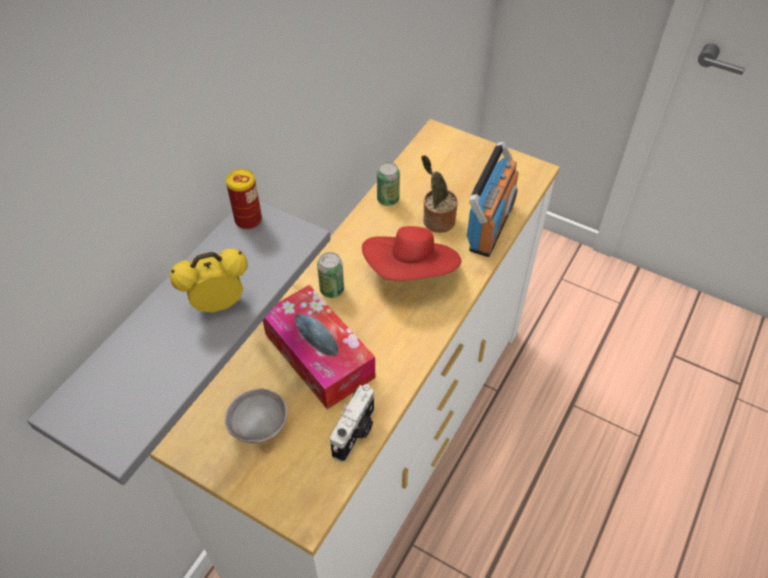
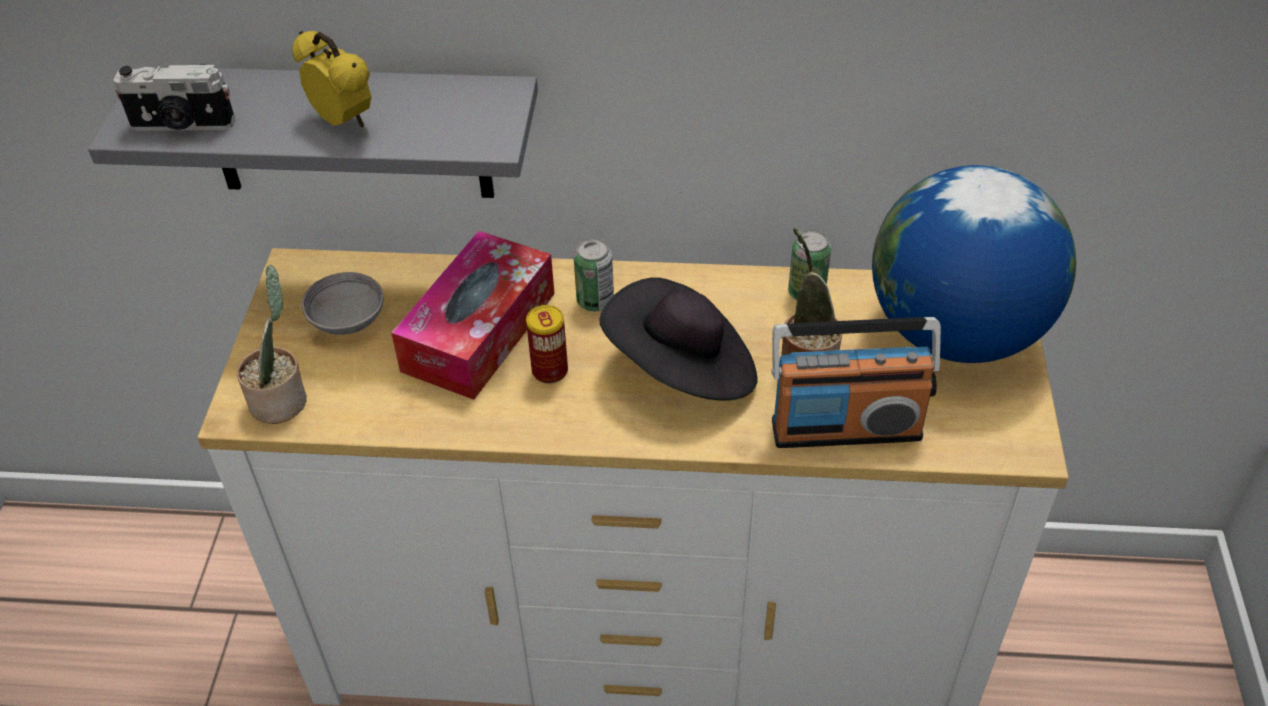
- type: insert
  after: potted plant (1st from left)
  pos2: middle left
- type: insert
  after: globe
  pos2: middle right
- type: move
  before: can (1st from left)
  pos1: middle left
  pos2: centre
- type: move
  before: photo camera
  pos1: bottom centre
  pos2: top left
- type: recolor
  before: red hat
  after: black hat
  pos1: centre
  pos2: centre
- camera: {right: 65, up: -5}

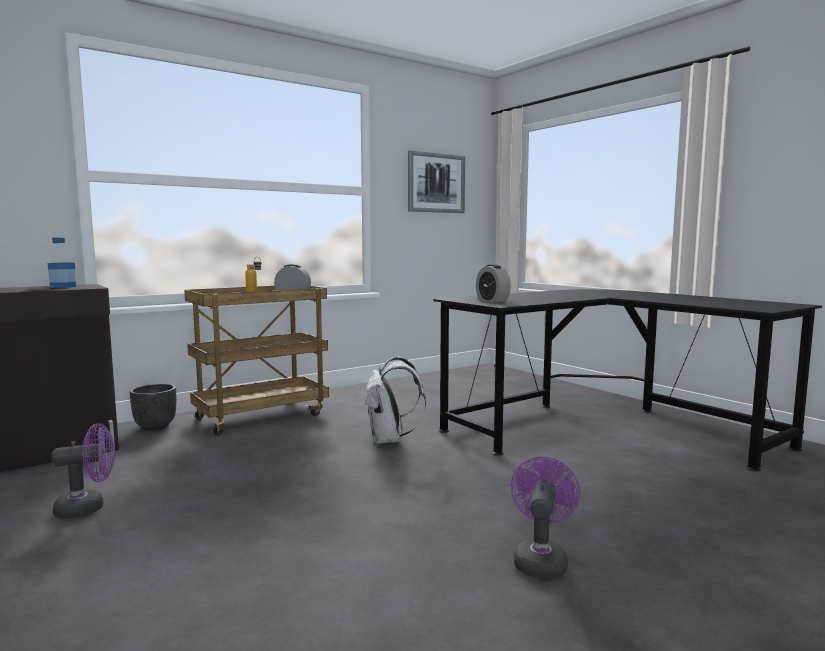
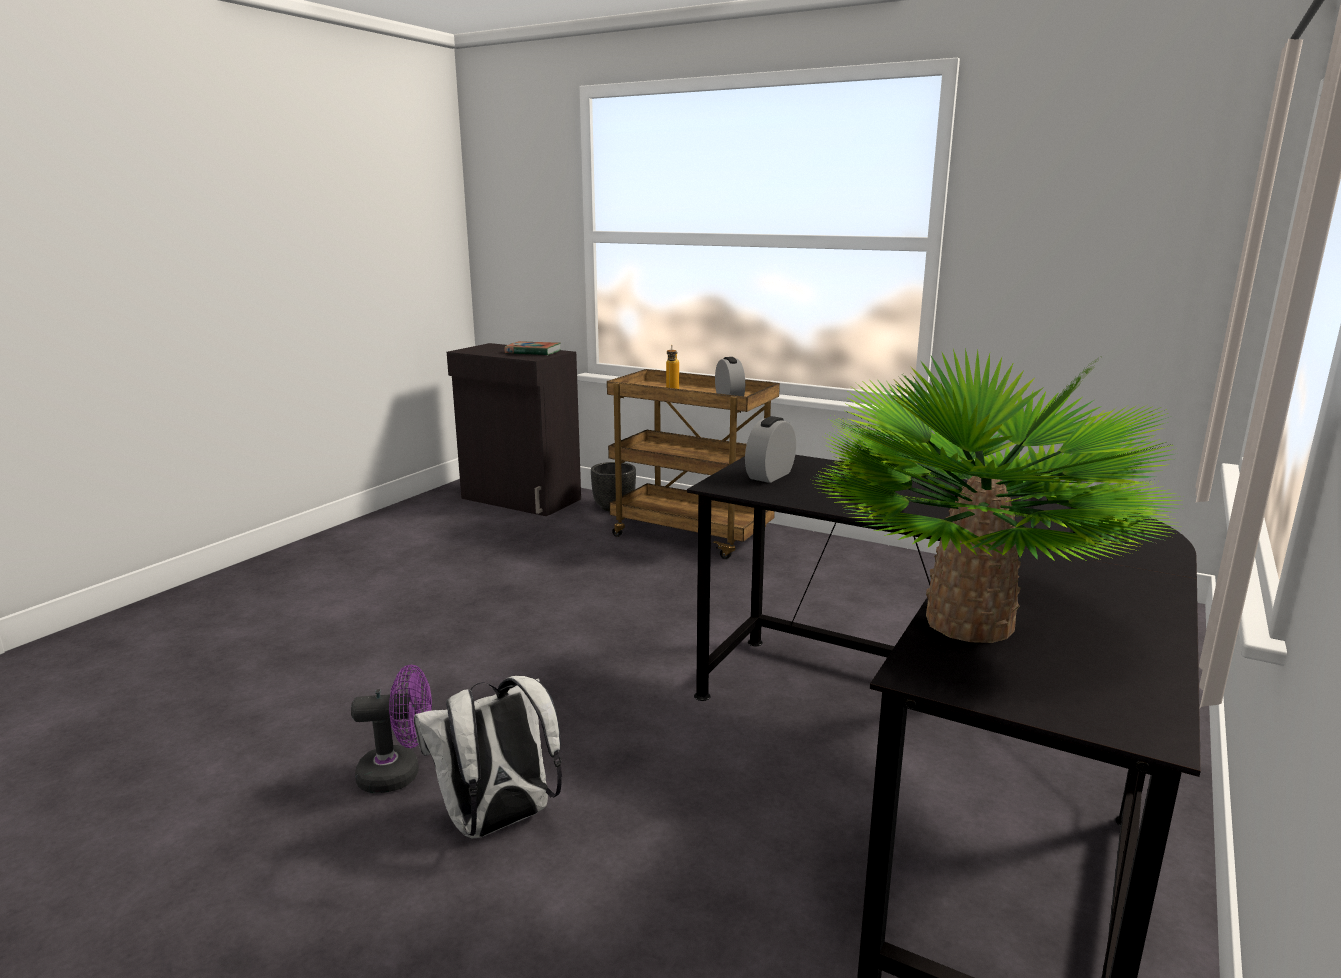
- type: delete
  before: purple fan (1st from left)
  pos1: bottom left
- type: delete
  before: picture
  pos1: top centre
- type: insert
  after: potted plant
  pos2: middle right
- type: move
  before: white backpack
  pos1: centre
  pos2: bottom centre
- type: replace
  before: bottle (1st from left)
  after: book
  pos1: middle left
  pos2: centre
- camera: {right: 65, up: 10}

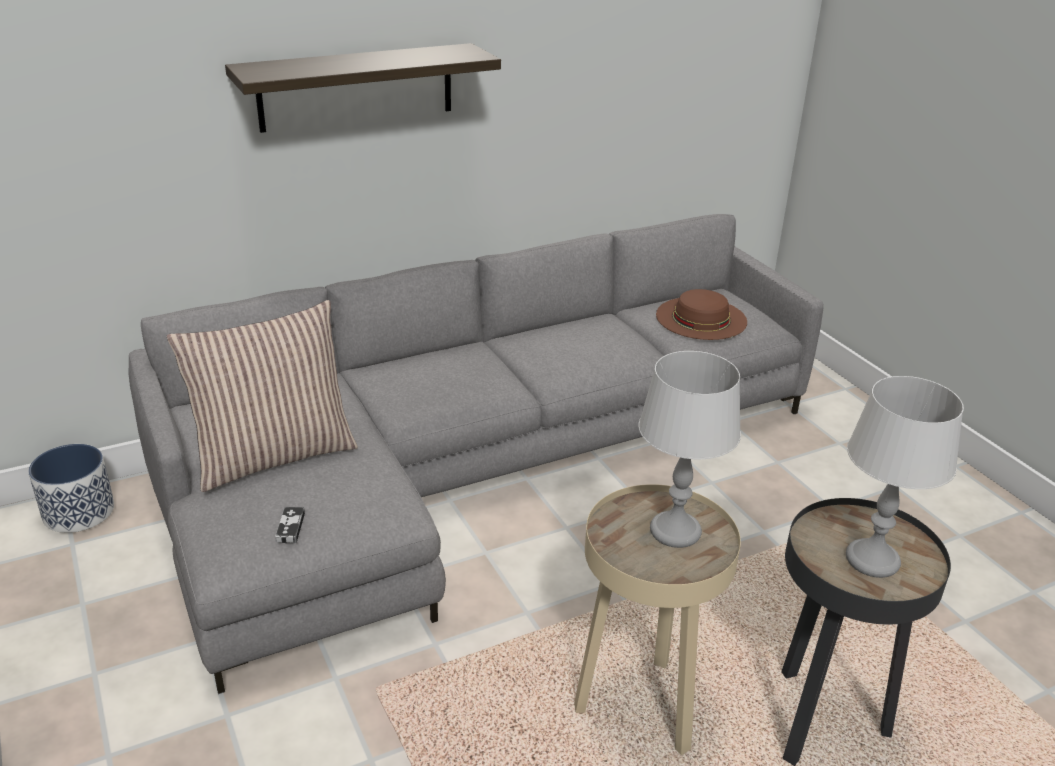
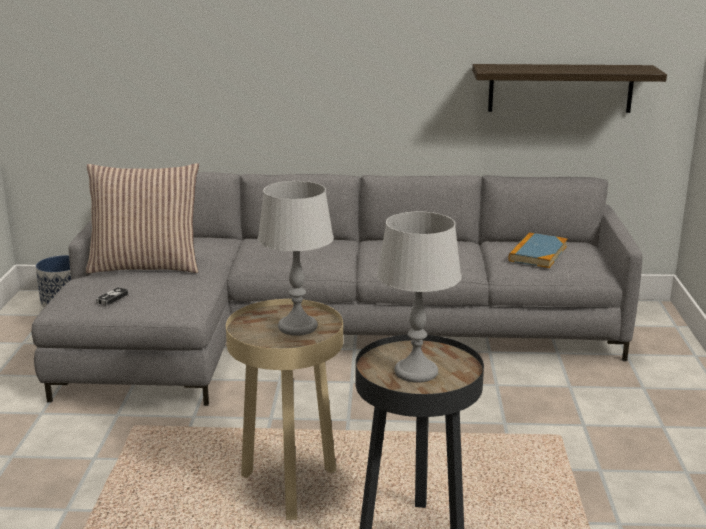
- type: move
  before: shelf
  pos1: top centre
  pos2: top right
- type: replace
  before: brown hat
  after: book
  pos1: centre
  pos2: middle right
- camera: {right: 30, up: -10}

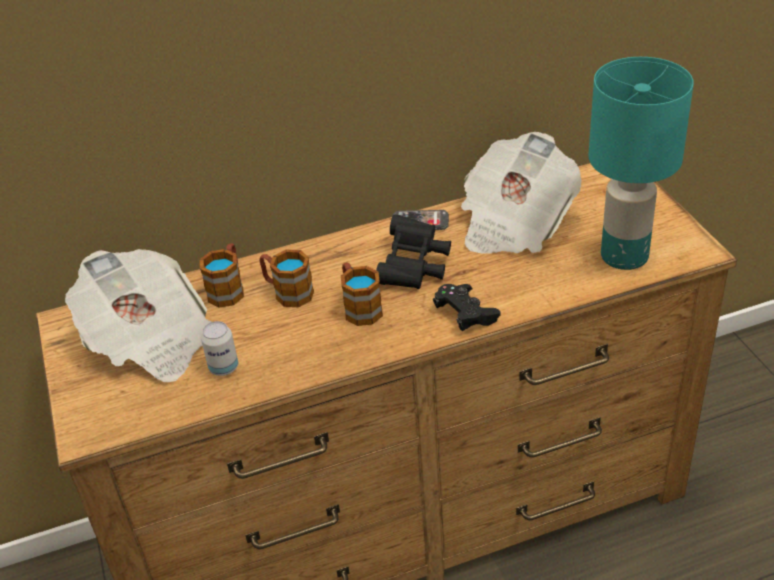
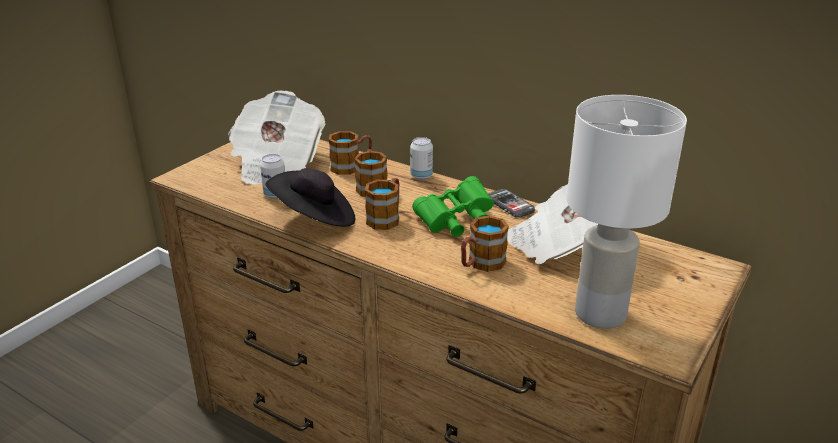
- type: delete
  before: black game controller
  pos1: centre
- type: insert
  after: black hat
  pos2: centre
- type: insert
  after: can (2nd from left)
  pos2: centre
- type: insert
  after: mug (4th from left)
  pos2: centre
- type: recolor
  before: black binoculars
  after: green binoculars
  pos1: centre
  pos2: centre
- type: recolor
  before: turquoise table lamp
  after: white table lamp
  pos1: top right
  pos2: middle right
- camera: {right: 50, up: -10}

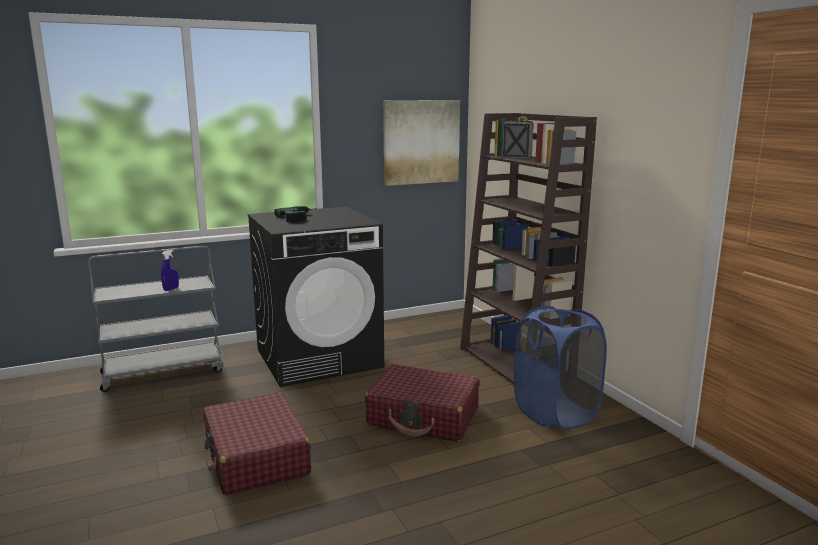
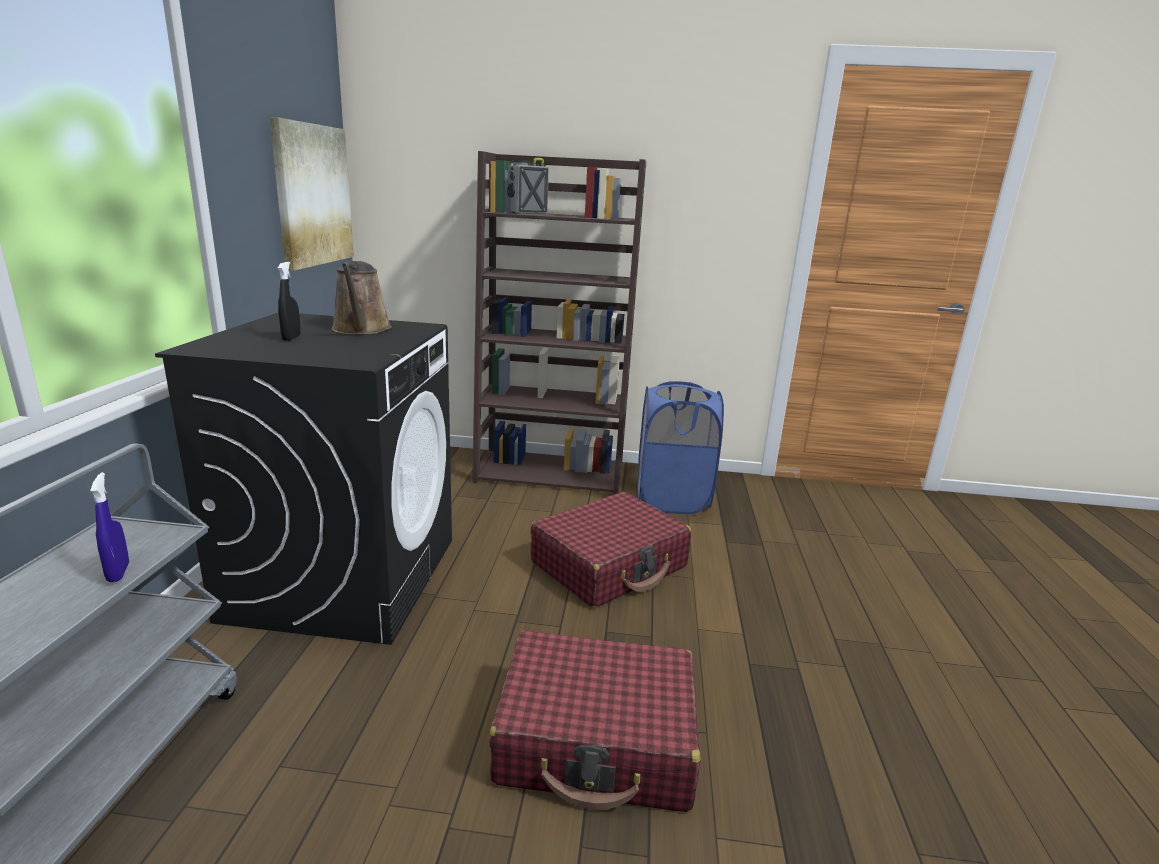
- type: insert
  after: brown watering can
  pos2: middle left
- type: replace
  before: power drill
  after: black spray bottle
  pos1: centre
  pos2: middle left
- camera: {right: -60, up: 5}

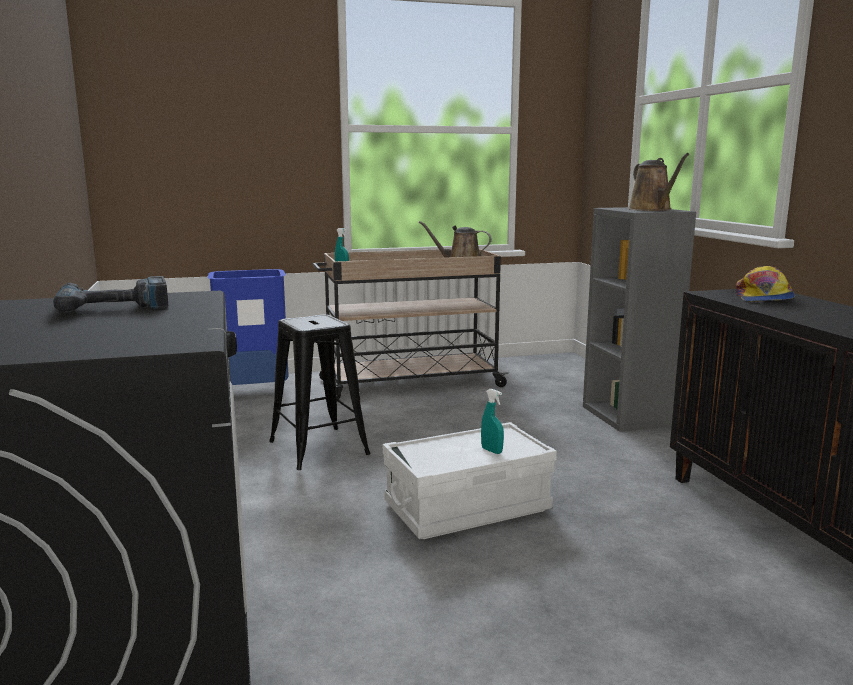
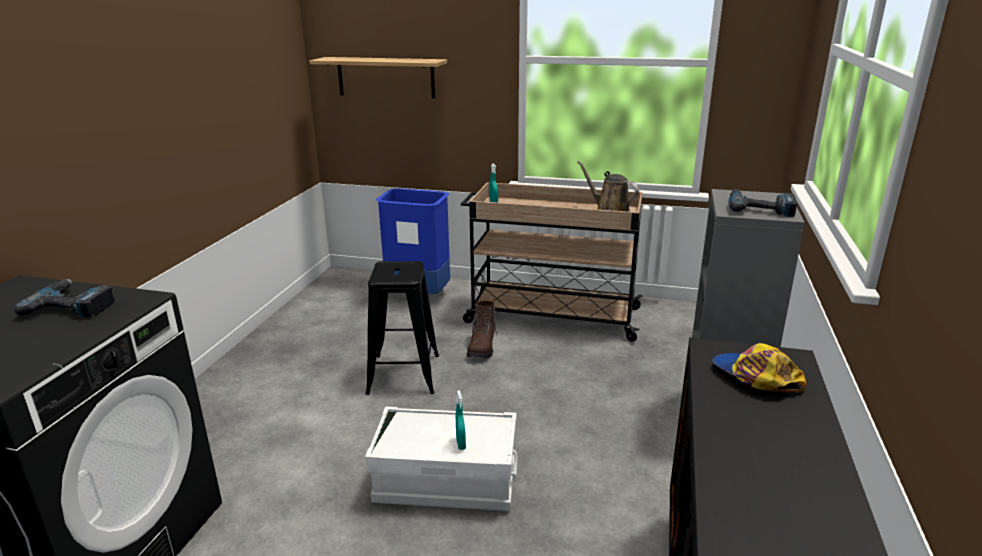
- type: insert
  after: shelf
  pos2: top centre
- type: insert
  after: brown boot
  pos2: centre
- type: replace
  before: brown watering can (2nd from left)
  after: power drill (2nd from left)
  pos1: top right
  pos2: middle right
- type: rotate
  before: cap
  pos1: middle right
  pos2: middle right
  turn: 105
- camera: {right: 30, up: 10}

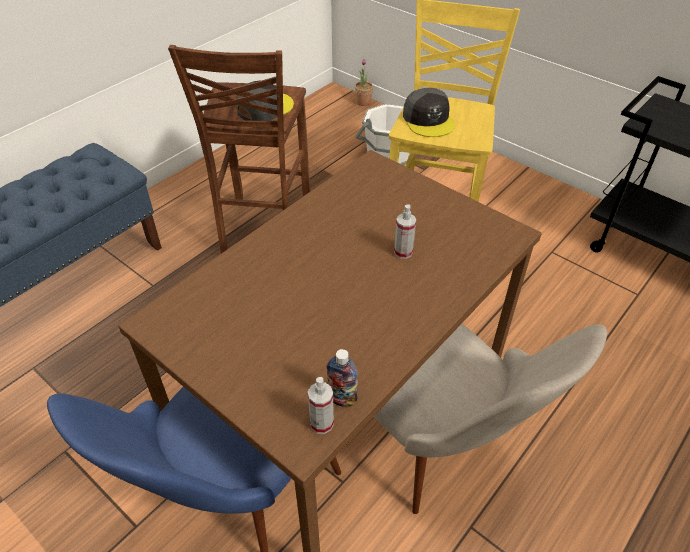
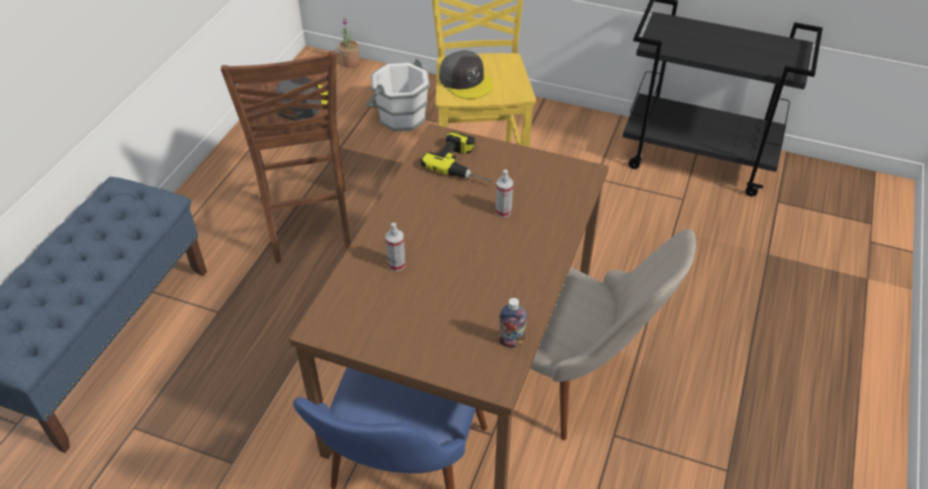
- type: insert
  after: power drill
  pos2: top centre
- type: move
  before: spray bottle (1st from left)
  pos1: bottom centre
  pos2: centre
- camera: {right: -20, up: 0}

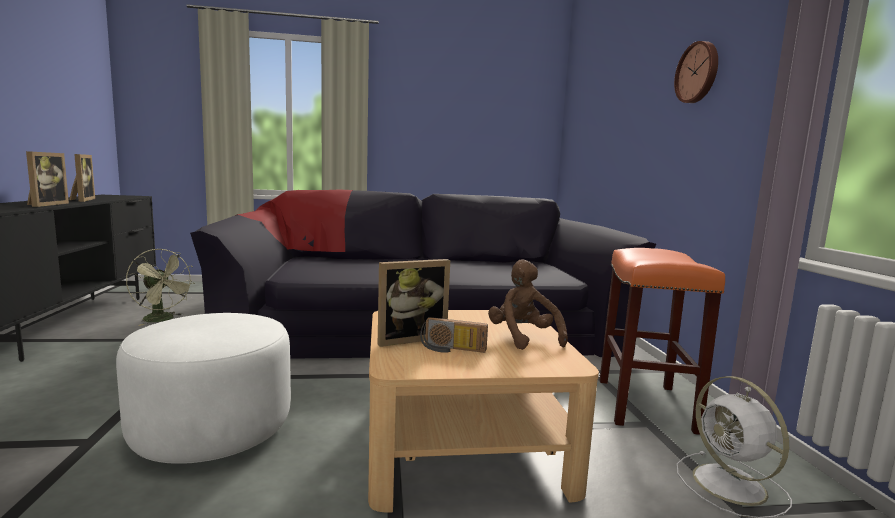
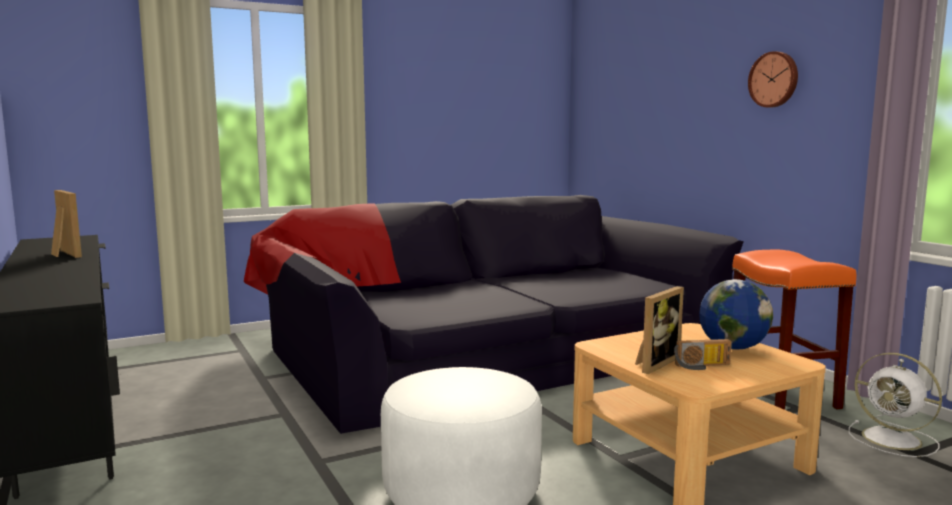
- type: delete
  before: picture frame (1st from left)
  pos1: middle left
- type: delete
  before: green fan
  pos1: middle left
- type: replace
  before: brown plush toy
  after: globe
  pos1: centre
  pos2: middle right
- camera: {right: -20, up: 0}

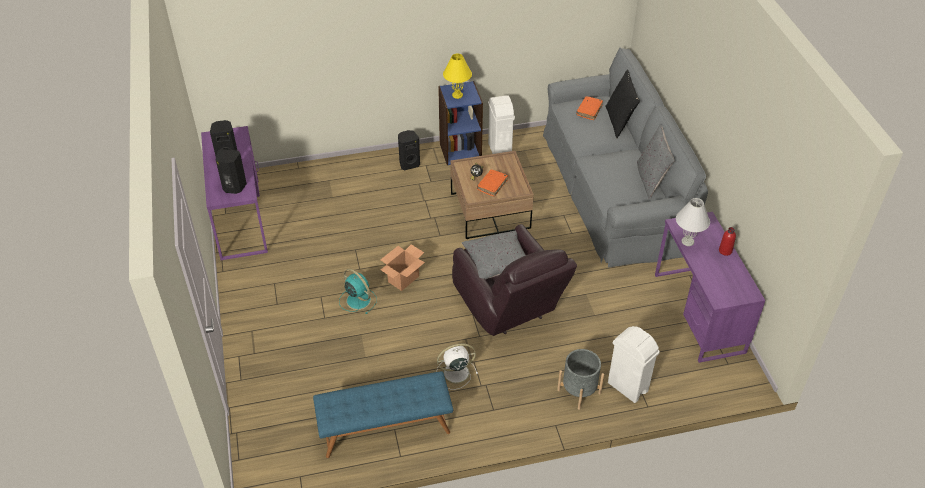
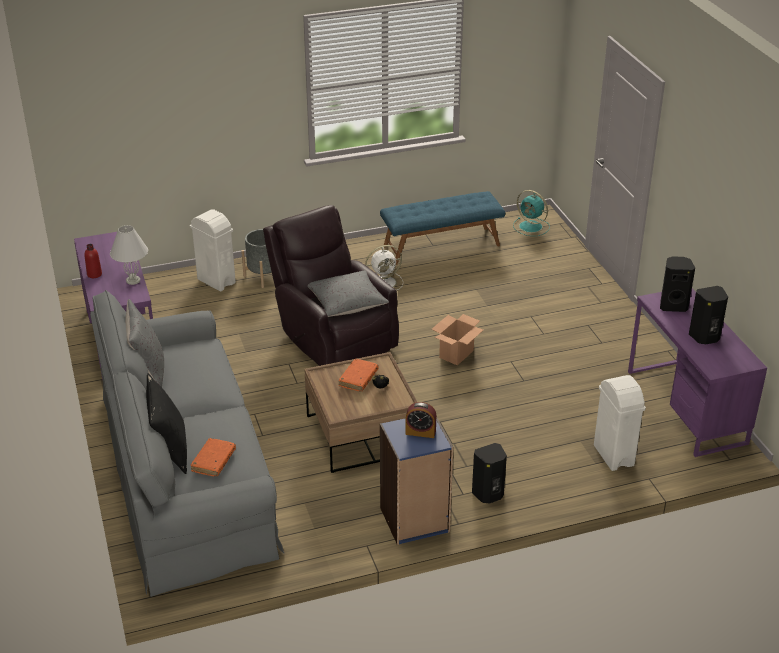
- type: move
  before: turquoise fan
  pos1: centre
  pos2: top right
- type: move
  before: white trash can (1st from left in the first image)
  after: white trash can (2nd from left)
  pos1: top centre
  pos2: middle right
- type: replace
  before: yellow table lamp
  after: alarm clock (2nd from left)
  pos1: top centre
  pos2: centre
- camera: {right: 175, up: -10}

